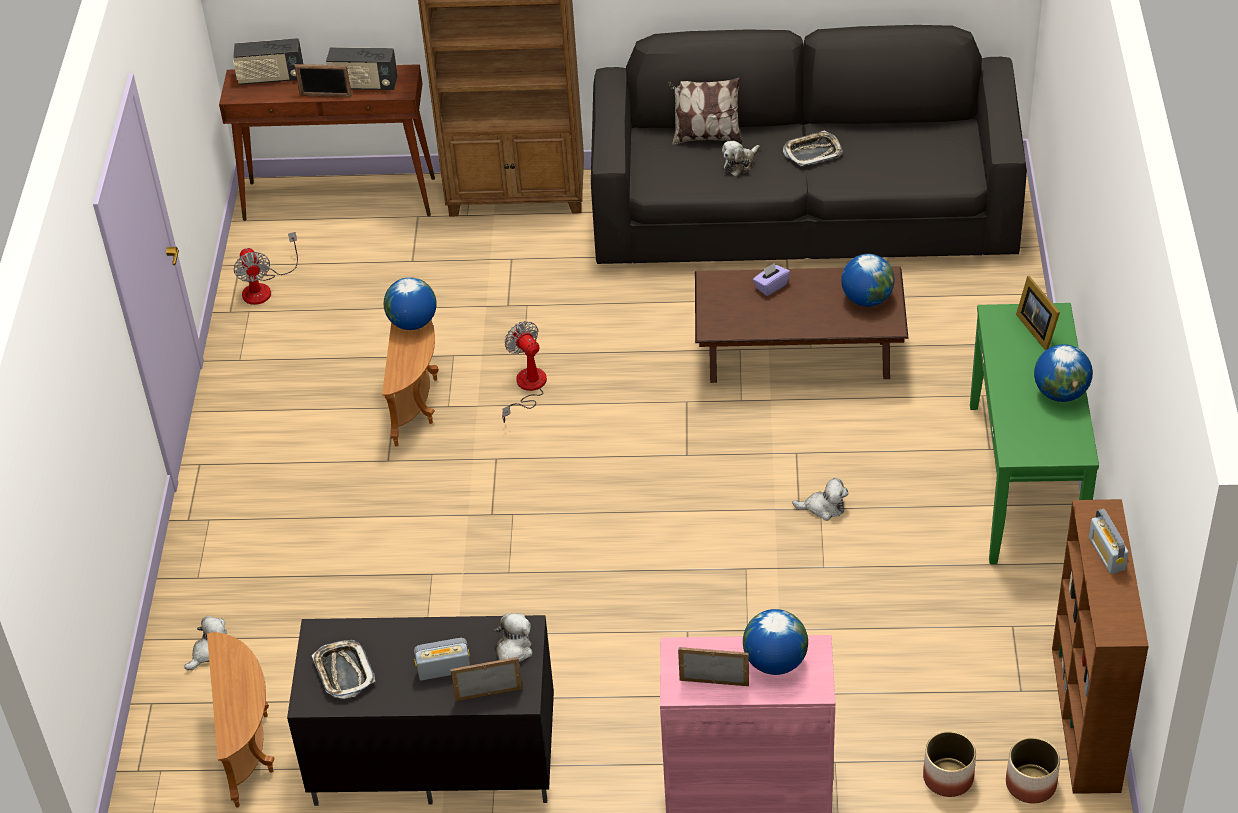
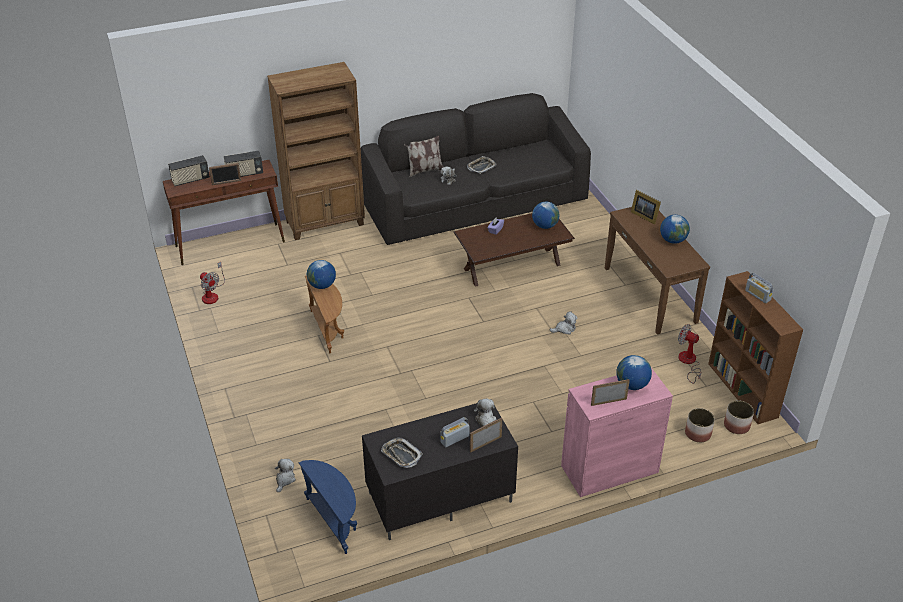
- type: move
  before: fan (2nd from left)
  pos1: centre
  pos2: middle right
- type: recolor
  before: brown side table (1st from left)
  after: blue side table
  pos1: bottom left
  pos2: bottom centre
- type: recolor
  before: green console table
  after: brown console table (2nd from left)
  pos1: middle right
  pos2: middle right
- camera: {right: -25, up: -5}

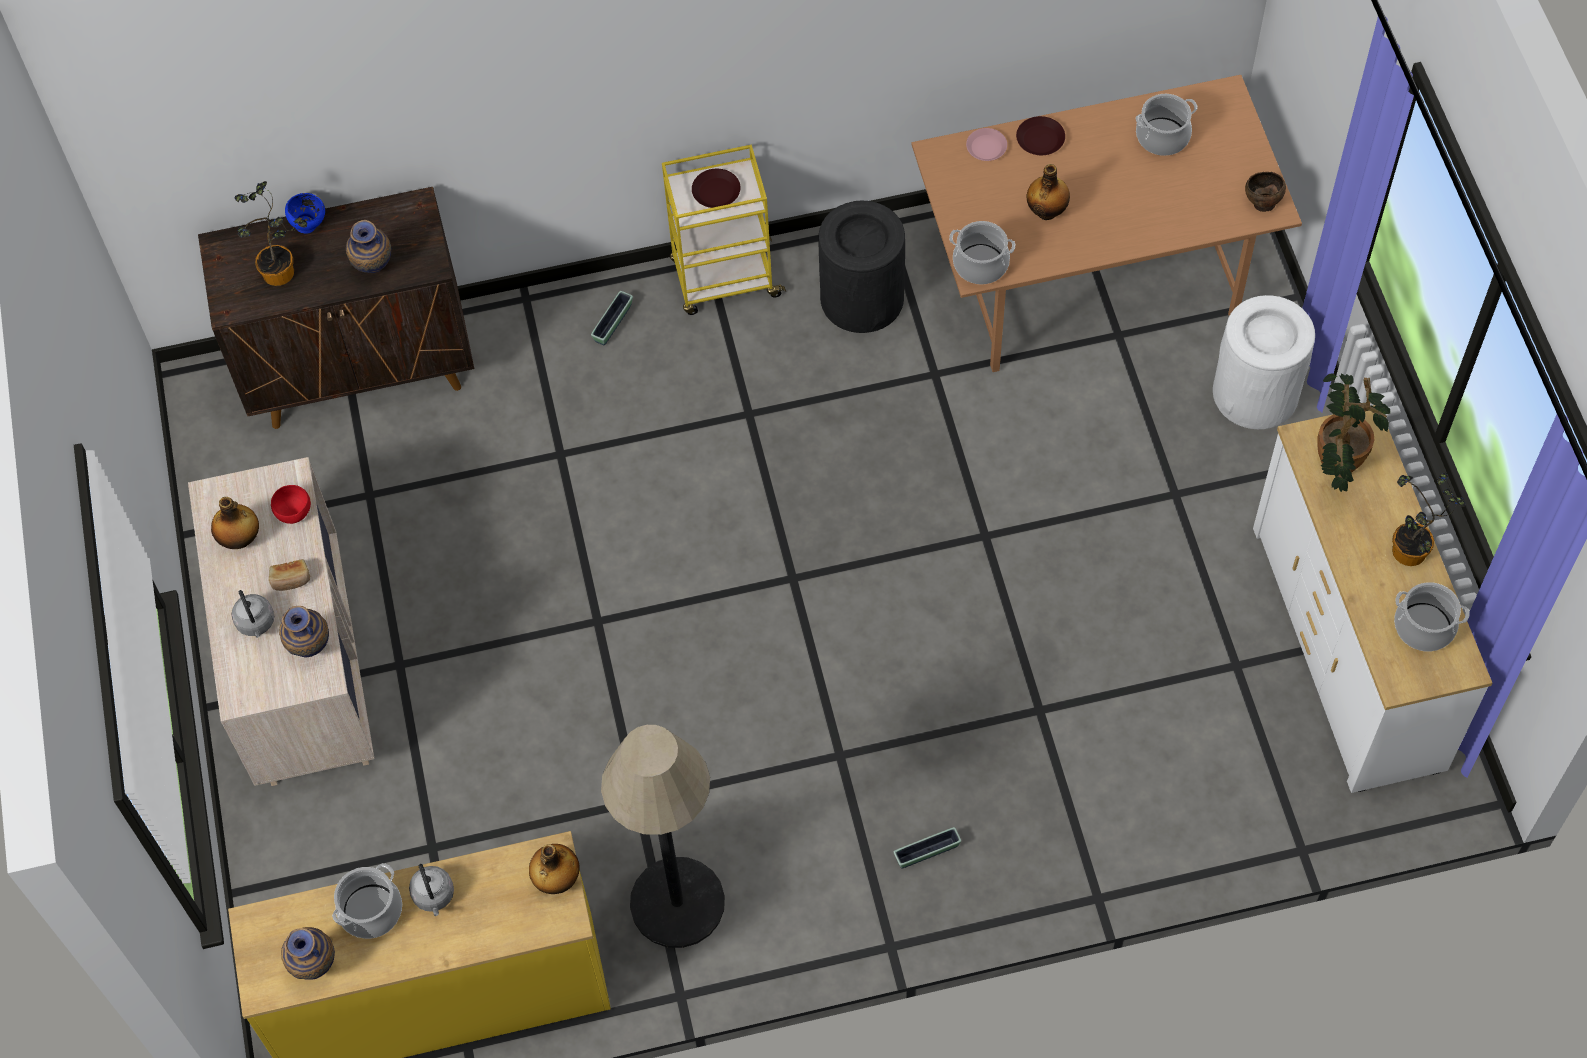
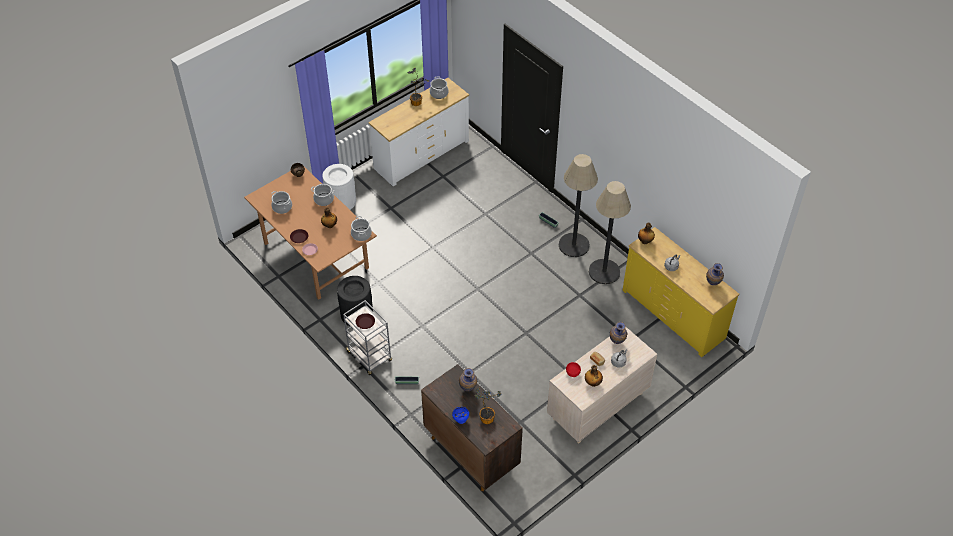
- type: delete
  before: potted plant (2nd from left)
  pos1: middle right
- type: insert
  after: floor lamp (1st from left)
  pos2: centre
- type: move
  before: cooking pot (1st from left in the first image)
  after: cooking pot (2nd from left)
  pos1: bottom left
  pos2: centre
- type: recolor
  before: yellow cart
  after: grey cart
  pos1: top centre
  pos2: centre
- camera: {right: -120, up: -10}

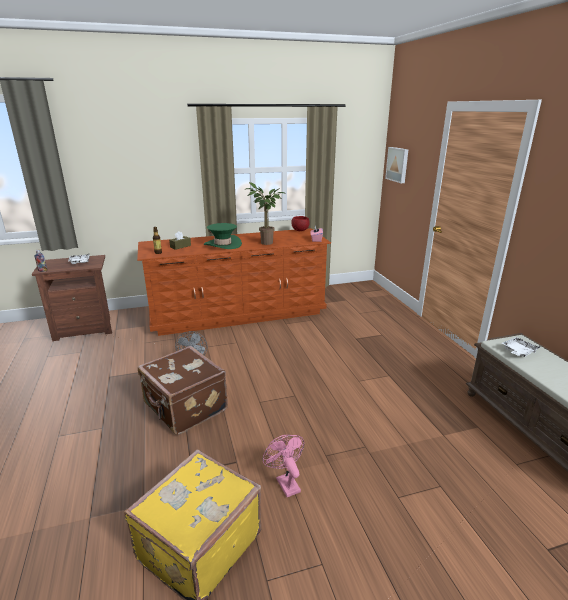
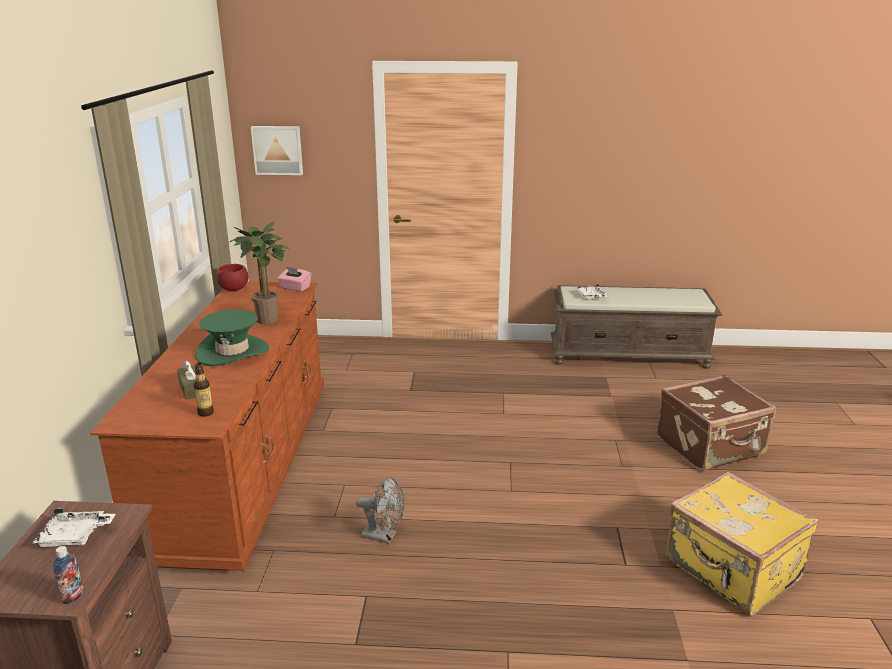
- type: delete
  before: pink fan
  pos1: bottom centre
- type: move
  before: brown suitcase
  pos1: middle left
  pos2: middle right
- camera: {right: -70, up: 0}

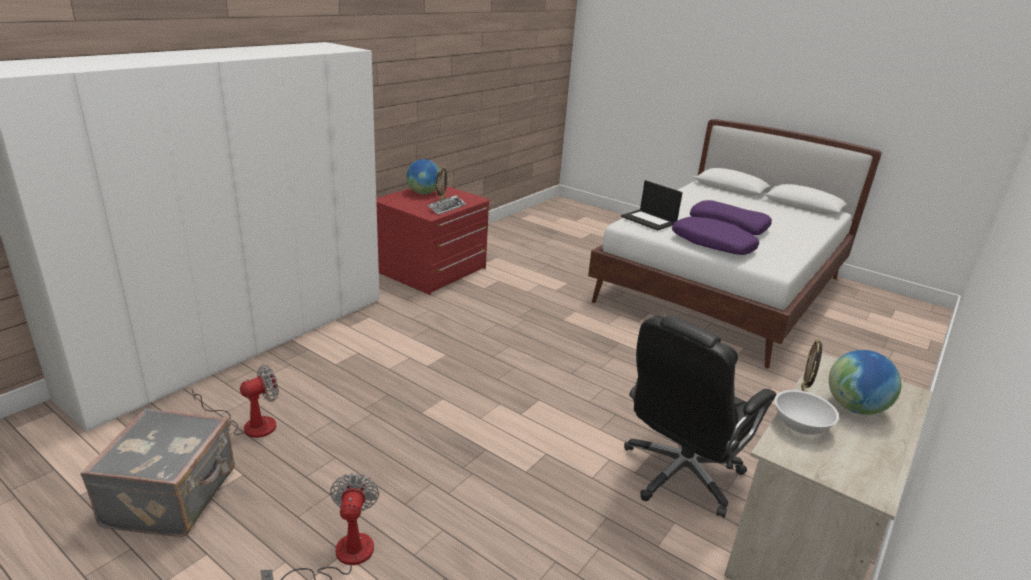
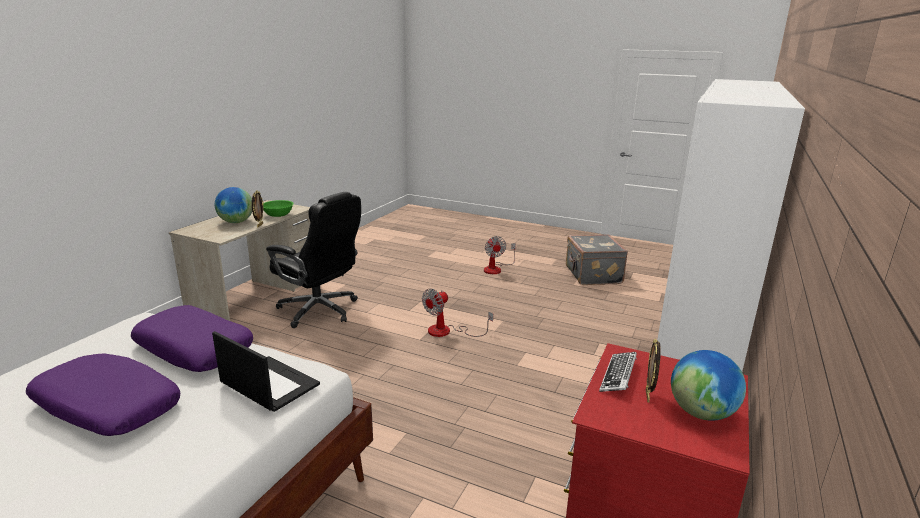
- type: move
  before: fan (1st from left)
  pos1: bottom left
  pos2: centre
- type: recolor
  before: white bowl
  after: green bowl
  pos1: bottom right
  pos2: middle left
- type: rotate
  before: black office chair
  pos1: bottom right
  pos2: centre
  turn: 90
- camera: {right: 170, up: -5}

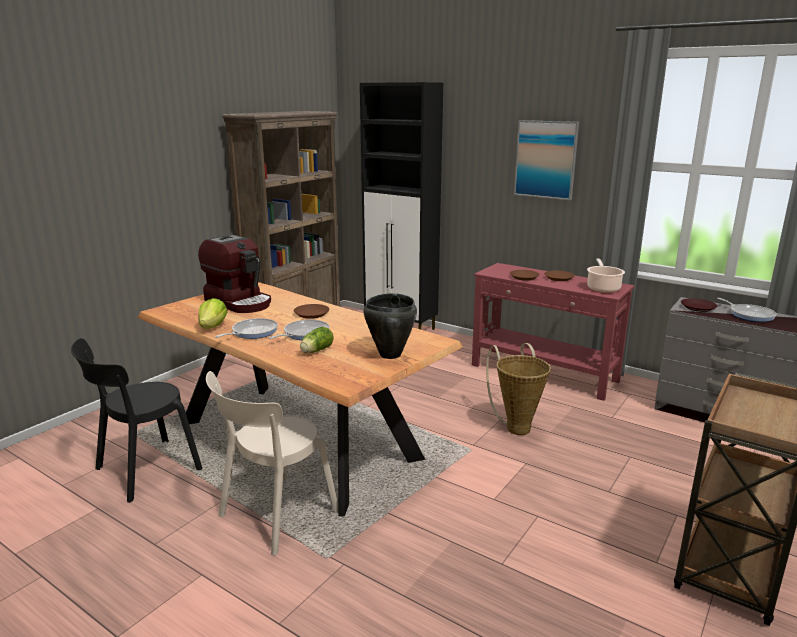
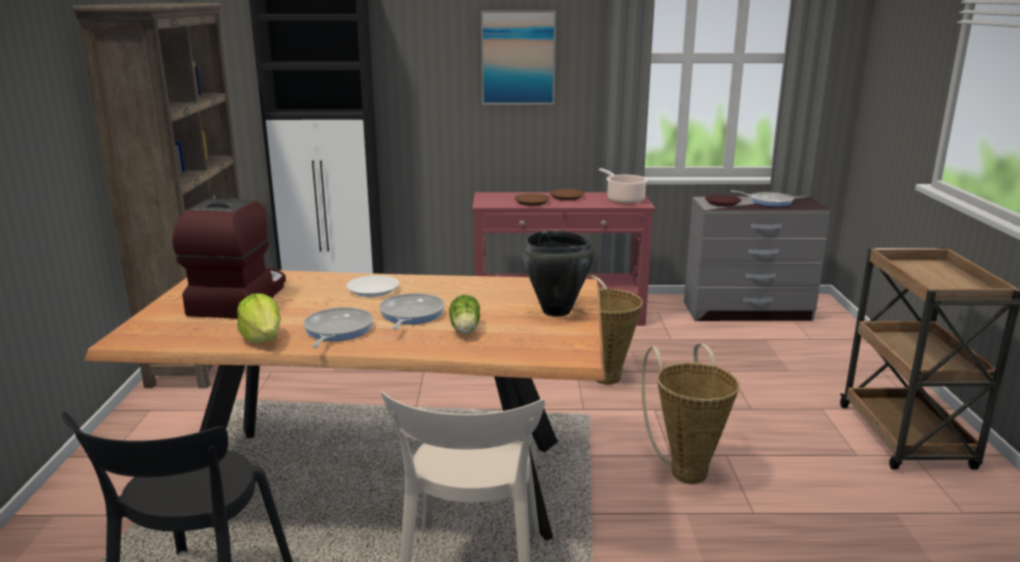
- type: insert
  after: basket (2nd from left)
  pos2: bottom right
- type: recolor
  before: brown plate (1st from left)
  after: white plate
  pos1: centre
  pos2: centre
- type: rotate
  before: coffee machine
  pos1: middle left
  pos2: middle left
  turn: -90
- camera: {right: -35, up: 0}

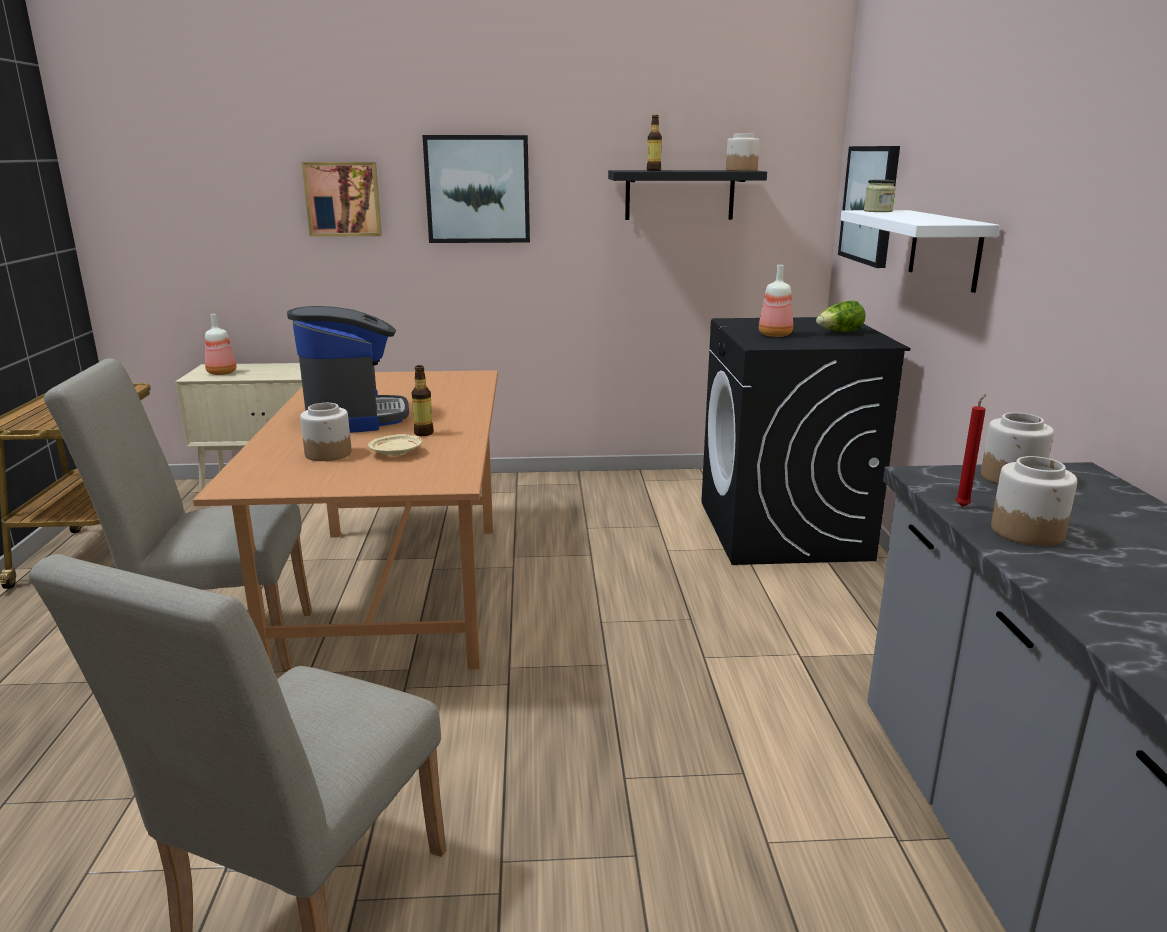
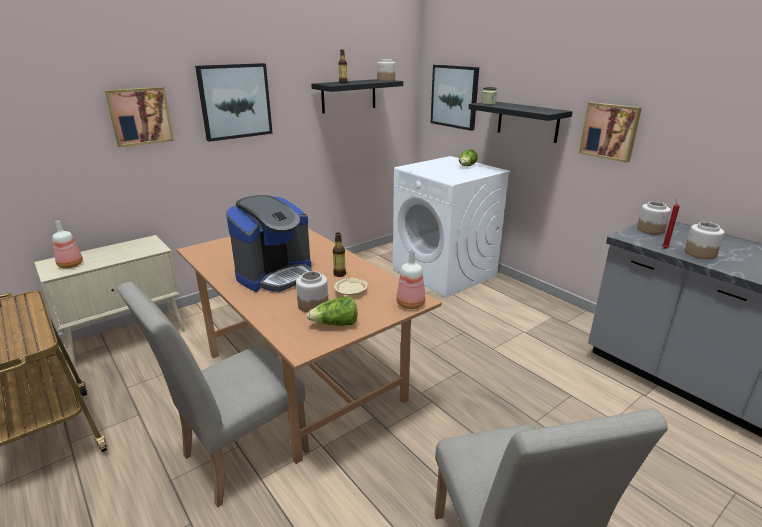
- type: insert
  after: lettuce (1st from left)
  pos2: centre
- type: insert
  after: picture (4th from left)
  pos2: top right
- type: move
  before: bottle (4th from left)
  pos1: top centre
  pos2: centre
- type: recolor
  before: black washing machine
  after: white washing machine
  pos1: middle right
  pos2: centre
- type: recolor
  before: white shelf
  after: black shelf (2nd from left)
  pos1: top right
  pos2: top right
- type: rotate
  before: coffee machine
  pos1: middle left
  pos2: centre
  turn: 90
- camera: {right: -35, up: 5}

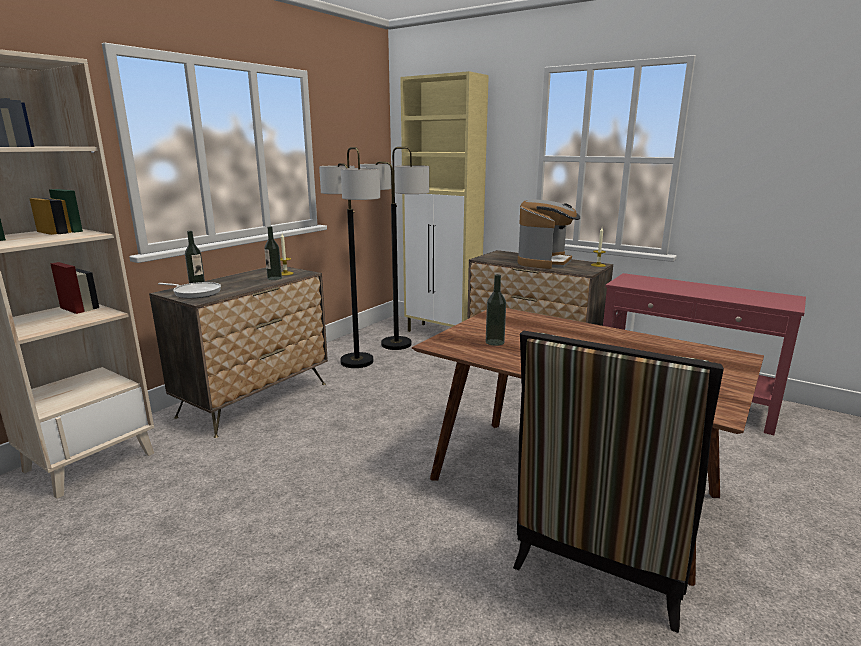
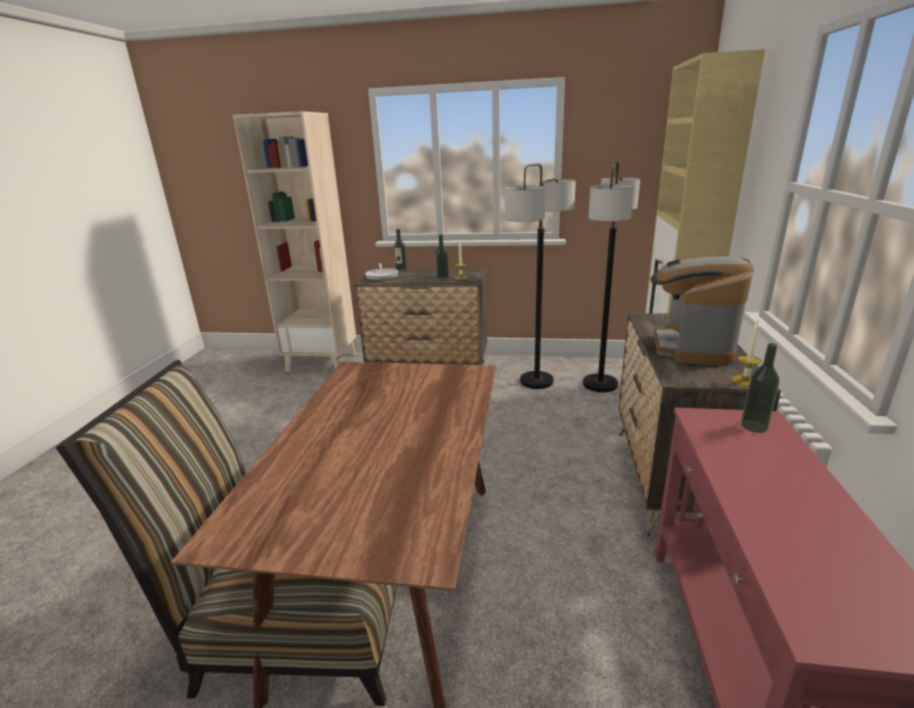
- type: move
  before: bottle (3rd from left)
  pos1: centre
  pos2: middle right
- type: rotate
  before: coffee machine
  pos1: centre
  pos2: middle right
  turn: 105
- camera: {right: 65, up: 5}

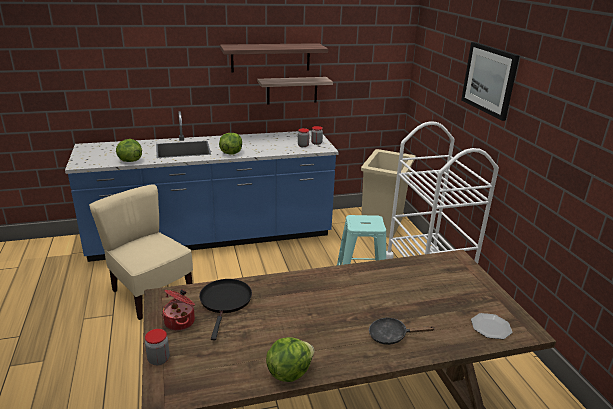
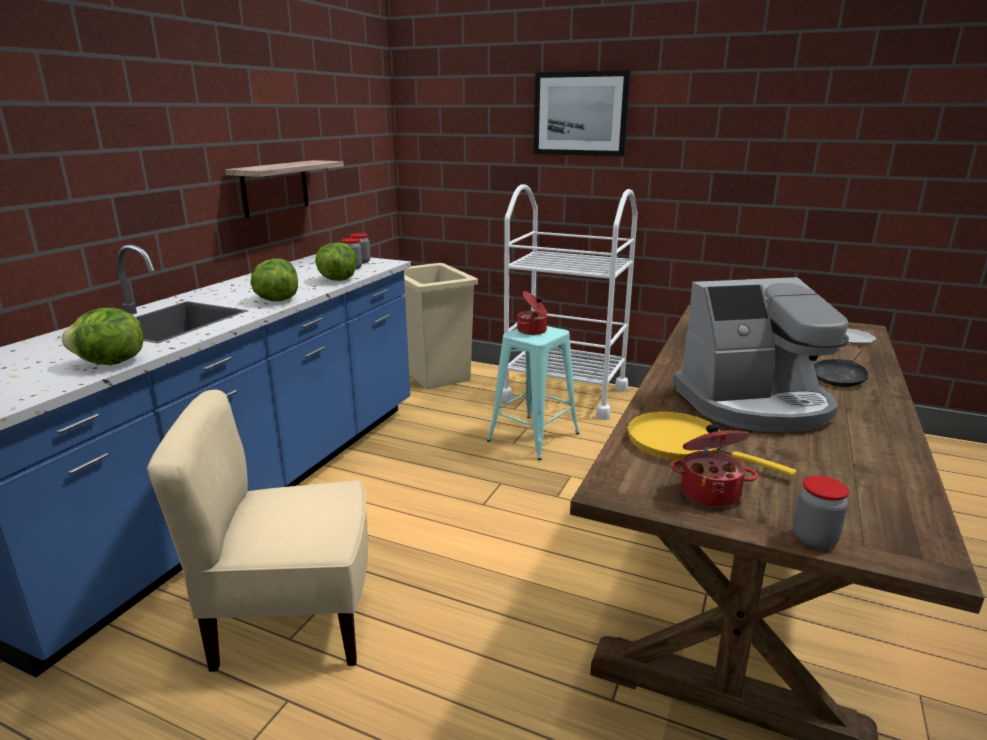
- type: delete
  before: shelf (1st from left)
  pos1: top centre
- type: insert
  after: cooking pot (1st from left)
  pos2: centre
- type: insert
  after: coffee machine
  pos2: middle right
- type: move
  before: lettuce (3rd from left)
  pos1: bottom centre
  pos2: centre
- type: recolor
  before: black frying pan (1st from left)
  after: yellow frying pan
  pos1: bottom centre
  pos2: middle right
- camera: {right: -50, up: -5}

